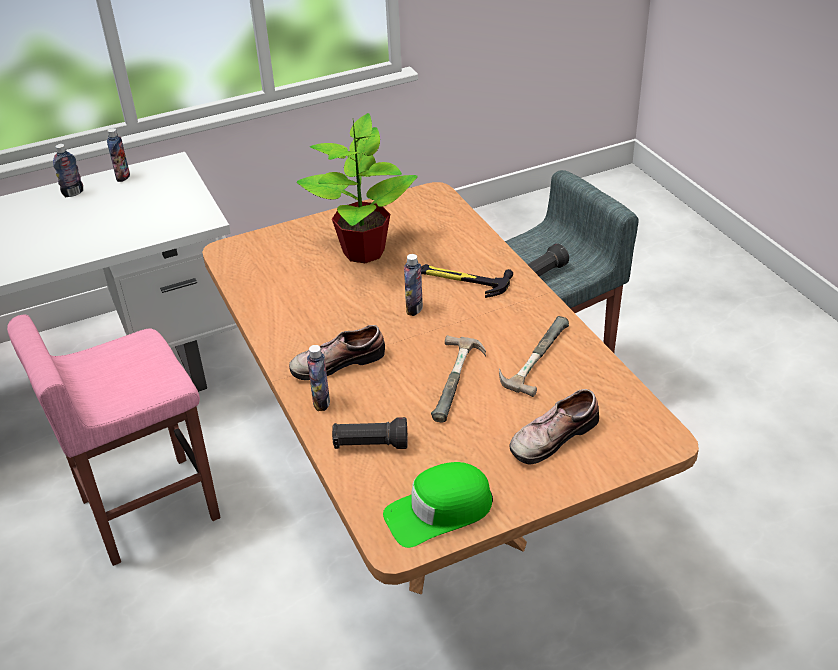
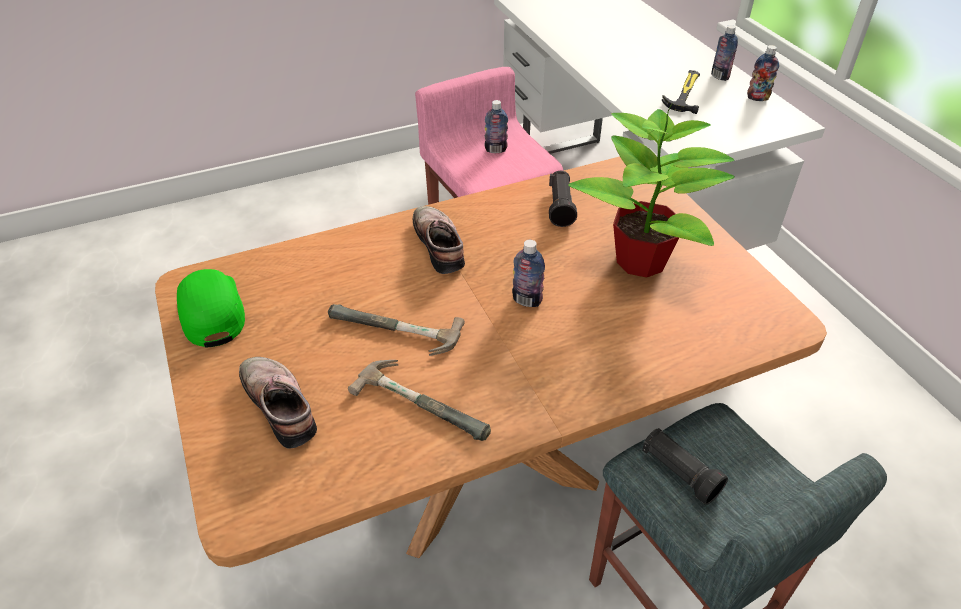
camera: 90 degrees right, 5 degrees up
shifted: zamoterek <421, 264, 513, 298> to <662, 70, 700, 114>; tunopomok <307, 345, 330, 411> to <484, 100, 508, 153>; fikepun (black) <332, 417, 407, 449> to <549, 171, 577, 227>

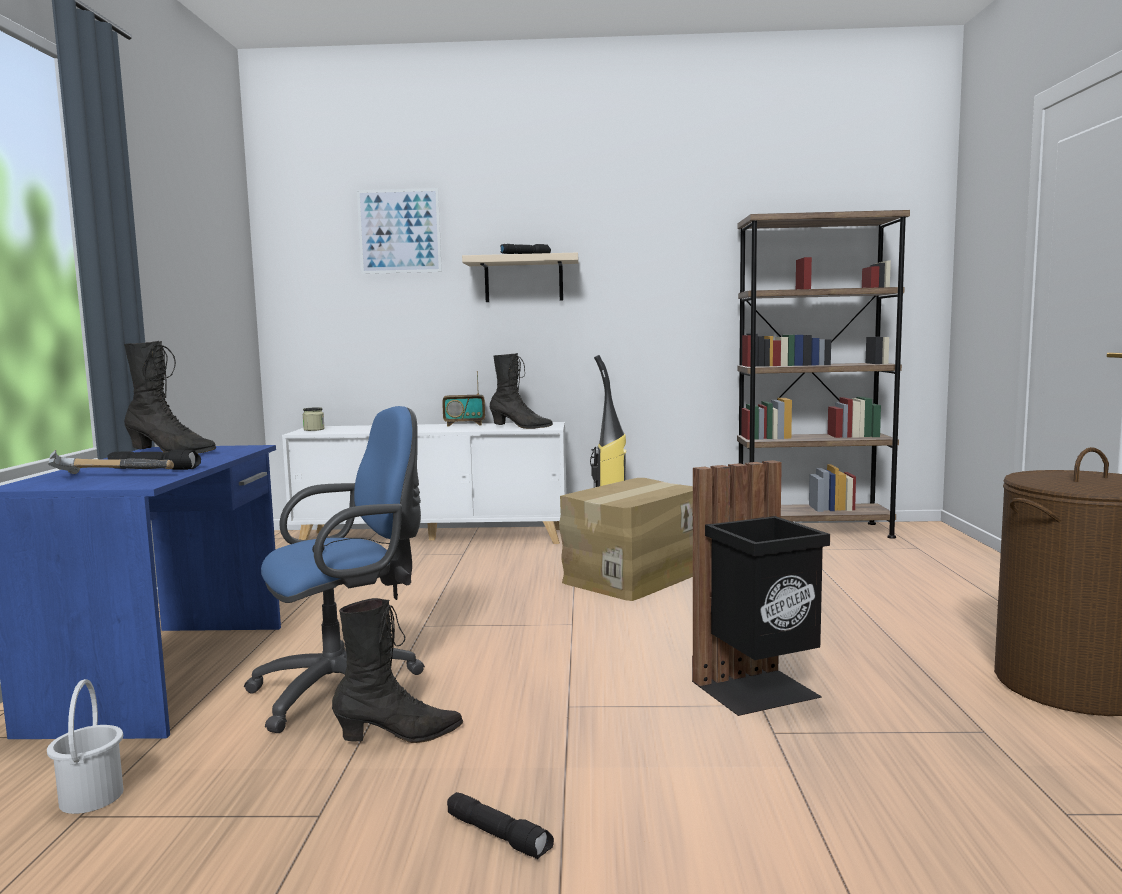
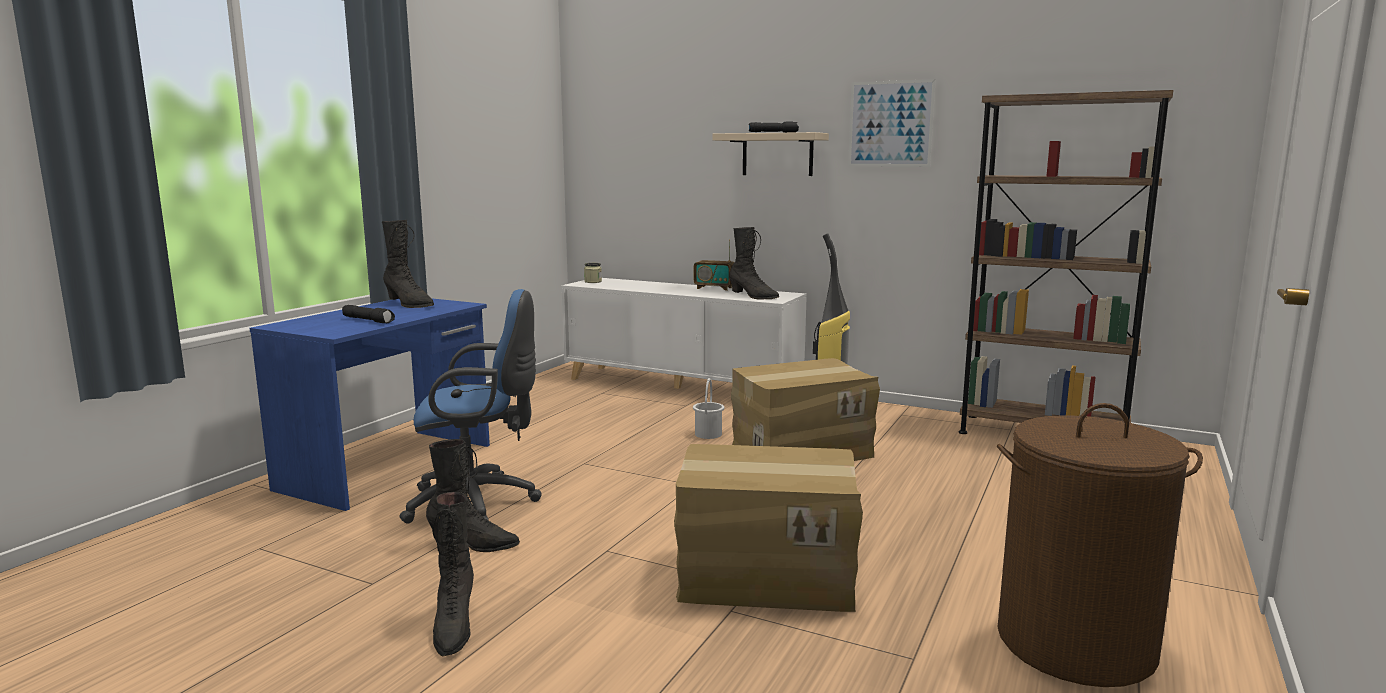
camera: 25 degrees right, 5 degrees up
gone: zamoterek <48, 450, 174, 474>
shifted: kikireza <357, 188, 442, 274> to <848, 79, 936, 167>; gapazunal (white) <47, 679, 124, 814> to <693, 378, 724, 439>
swapped: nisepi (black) <692, 460, 830, 716> to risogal <674, 444, 863, 612>; fikepun (black) <447, 792, 554, 859> to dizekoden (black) <433, 492, 474, 656>

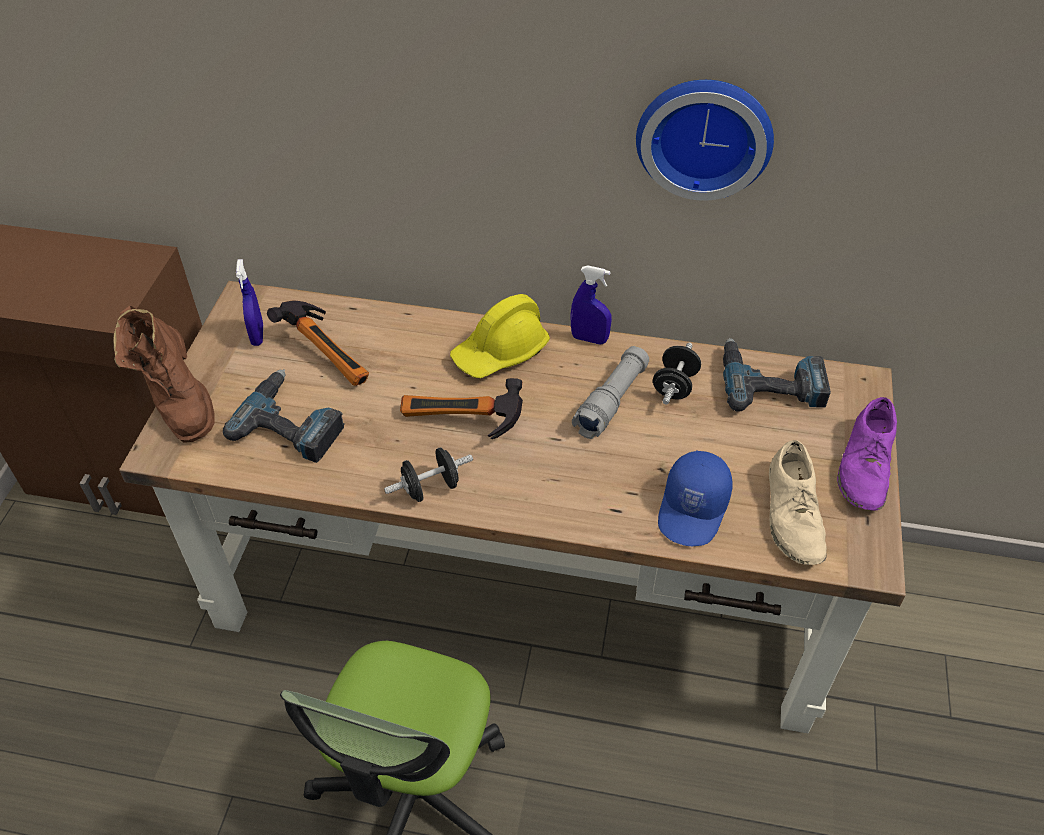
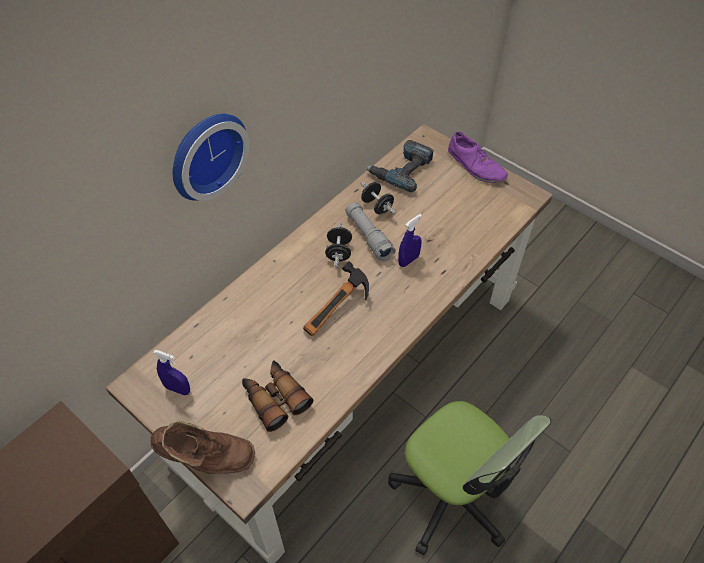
camera: 60 degrees left, 5 degrees up
gone: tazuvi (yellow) <450, 294, 550, 378>; zamoterek <267, 300, 369, 386>; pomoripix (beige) <769, 440, 827, 565>; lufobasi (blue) <658, 451, 733, 546>
shifted: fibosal <636, 80, 774, 201> to <173, 114, 249, 201>; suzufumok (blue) <571, 265, 612, 344> to <398, 214, 422, 267>; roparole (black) <384, 448, 473, 502> to <325, 222, 352, 267>
swapped: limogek <223, 369, 345, 463> to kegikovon <242, 360, 313, 432>

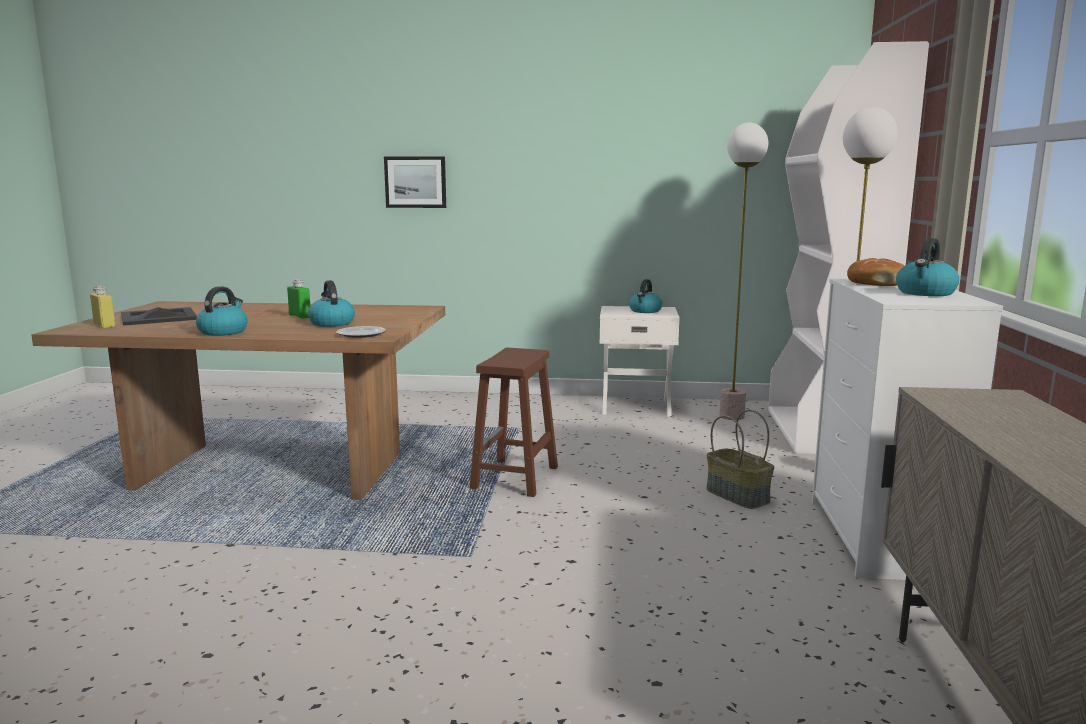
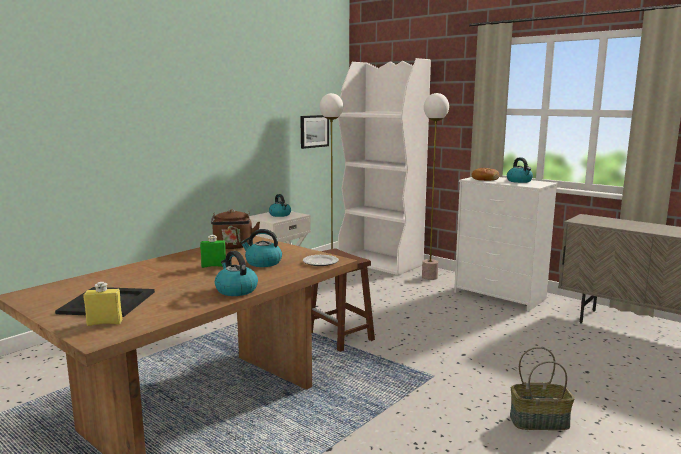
camera: 55 degrees left, 0 degrees up
new: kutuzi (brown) <211, 209, 260, 249>
shifted: kikireza <384, 156, 446, 208> to <300, 115, 329, 149>; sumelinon <707, 410, 774, 509> to <510, 347, 575, 430>

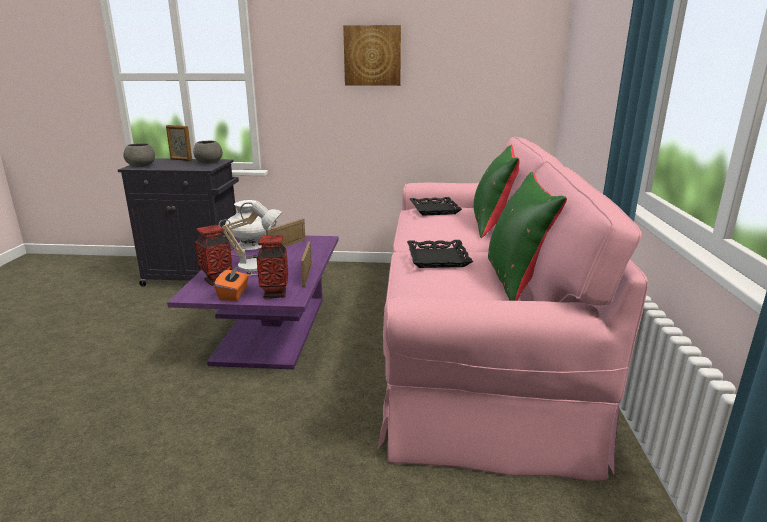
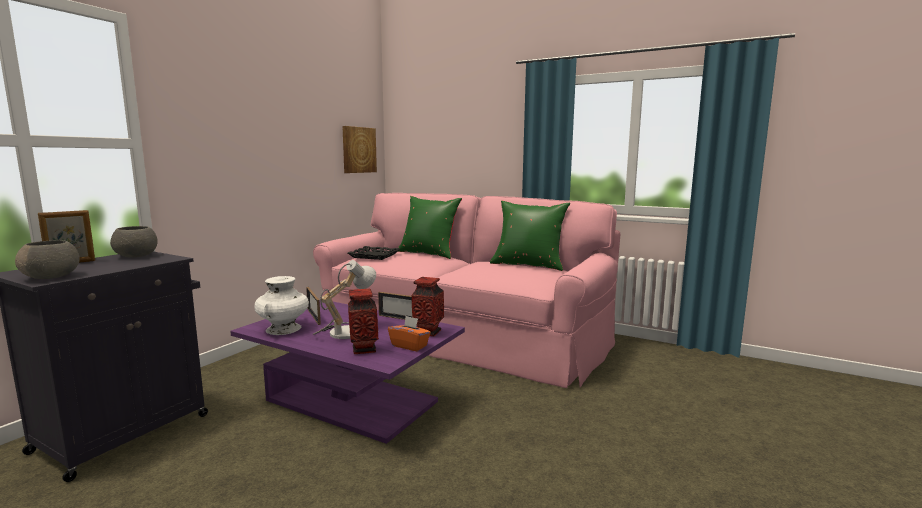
camera: 65 degrees left, 10 degrees down
gone: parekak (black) <407, 240, 473, 268>
shifted: kikireza <343, 25, 401, 86> to <342, 126, 377, 173>

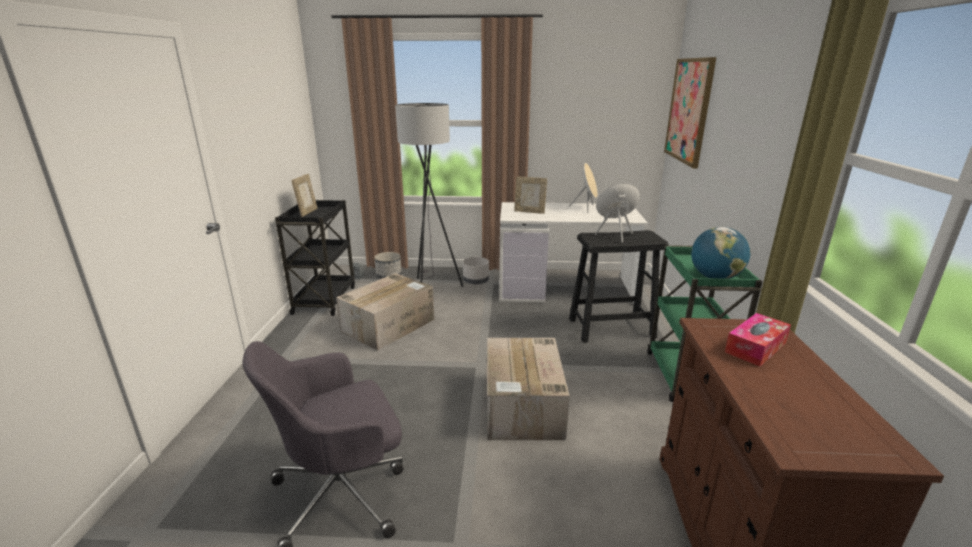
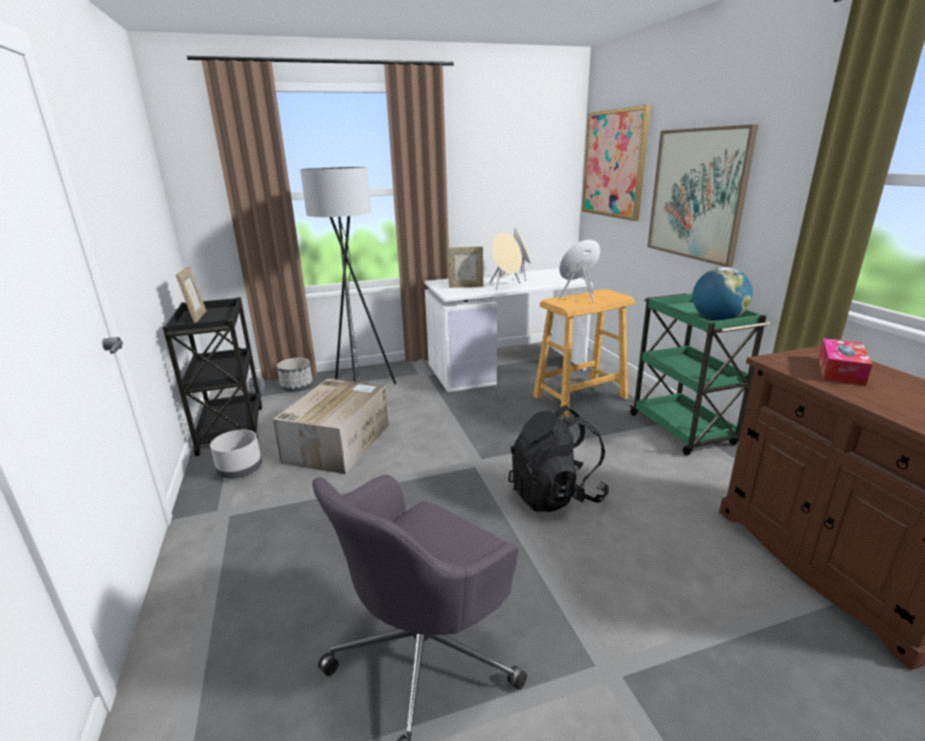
camera: 20 degrees left, 0 degrees up
new: kikireza <647, 124, 758, 267>; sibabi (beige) <489, 232, 522, 290>
shifted: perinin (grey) <463, 257, 489, 284> to <210, 429, 262, 479>
swapped: risogal <487, 338, 570, 440> to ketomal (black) <508, 406, 609, 512>
repainted: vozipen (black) <569, 230, 669, 343> to vozipen (beige) <533, 289, 635, 417>

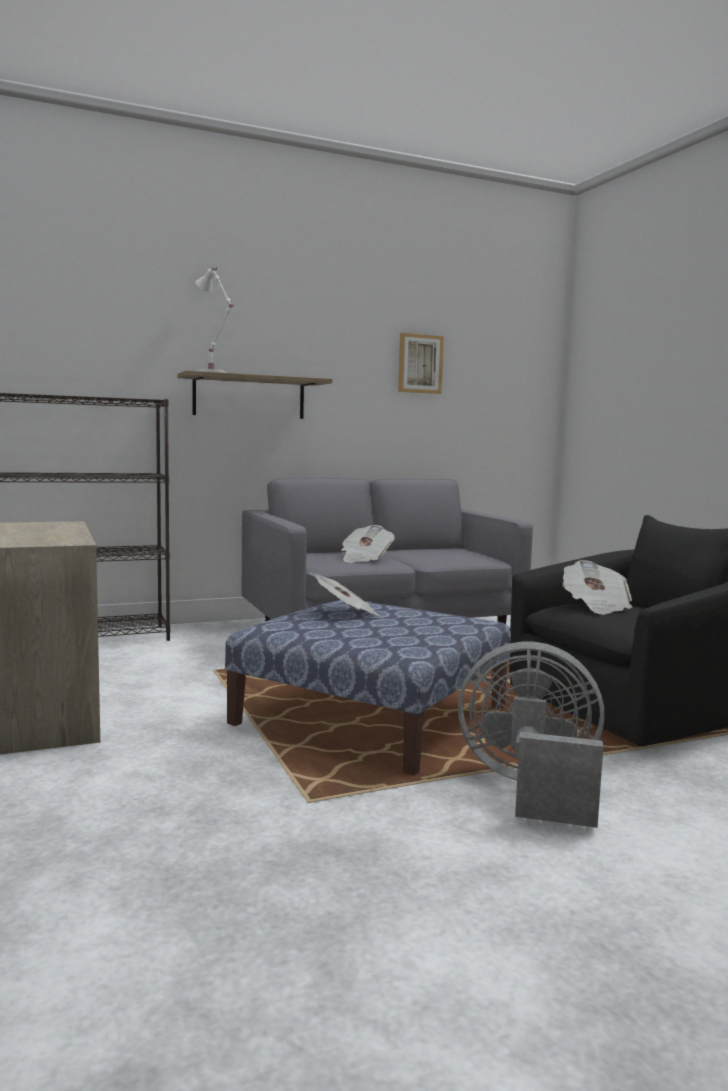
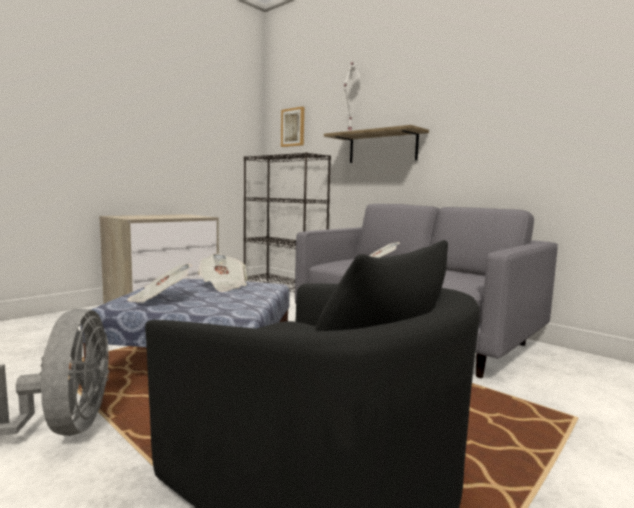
camera: 65 degrees right, 0 degrees up
shifted: kikireza <398, 333, 444, 394> to <281, 106, 304, 147>; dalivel <563, 560, 632, 615> to <127, 264, 192, 303>

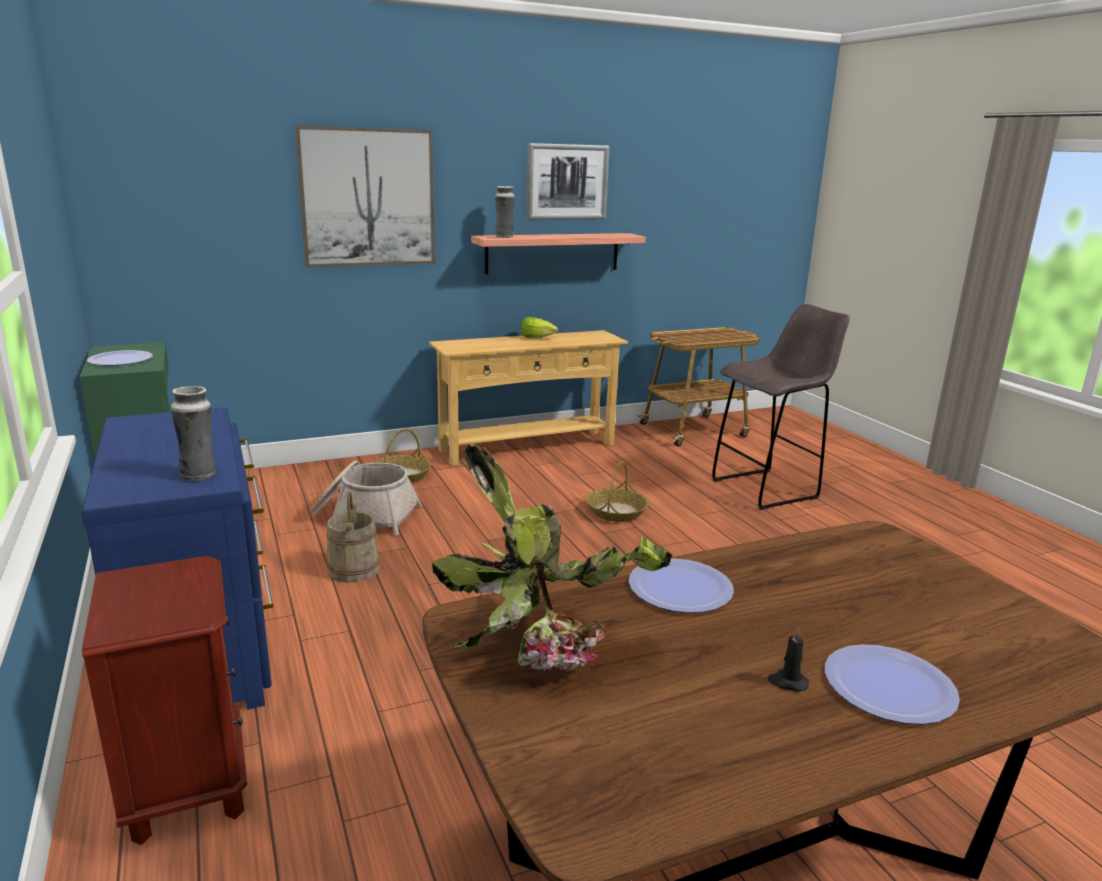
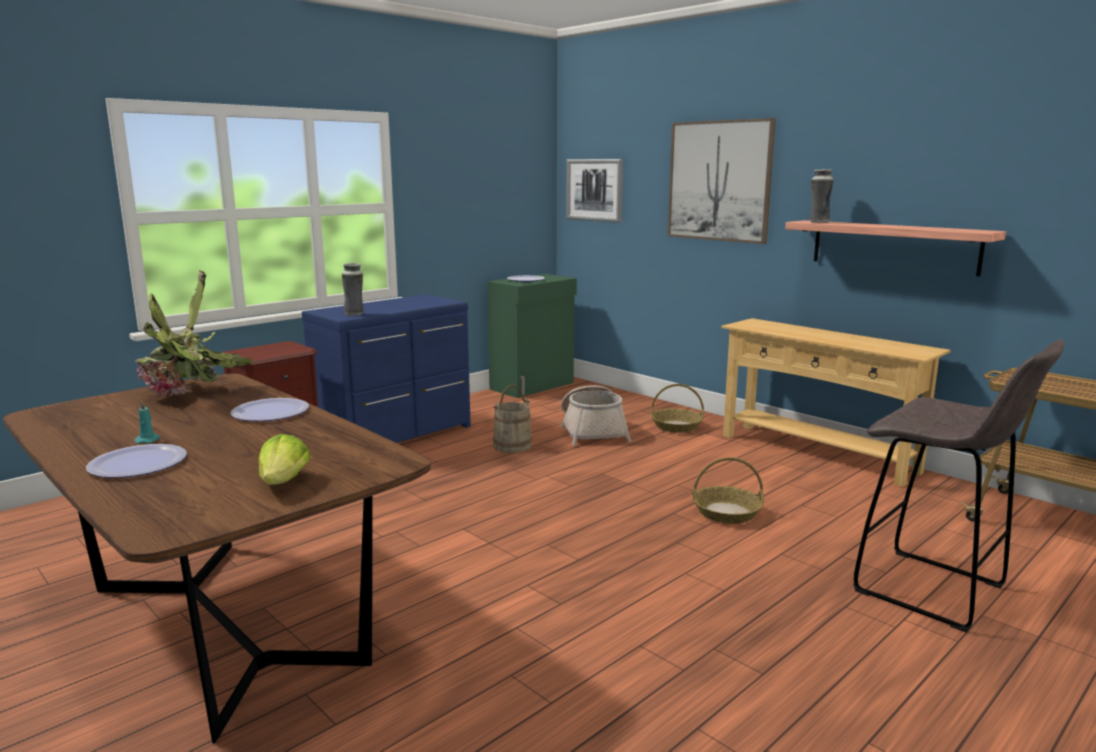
camera: 70 degrees right, 5 degrees down
shifted: kikireza <526, 143, 610, 220> to <566, 159, 623, 223>; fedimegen <520, 317, 558, 338> to <259, 434, 311, 485>
repainted: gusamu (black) <768, 628, 809, 692> to gusamu (turquoise) <134, 401, 160, 444>

